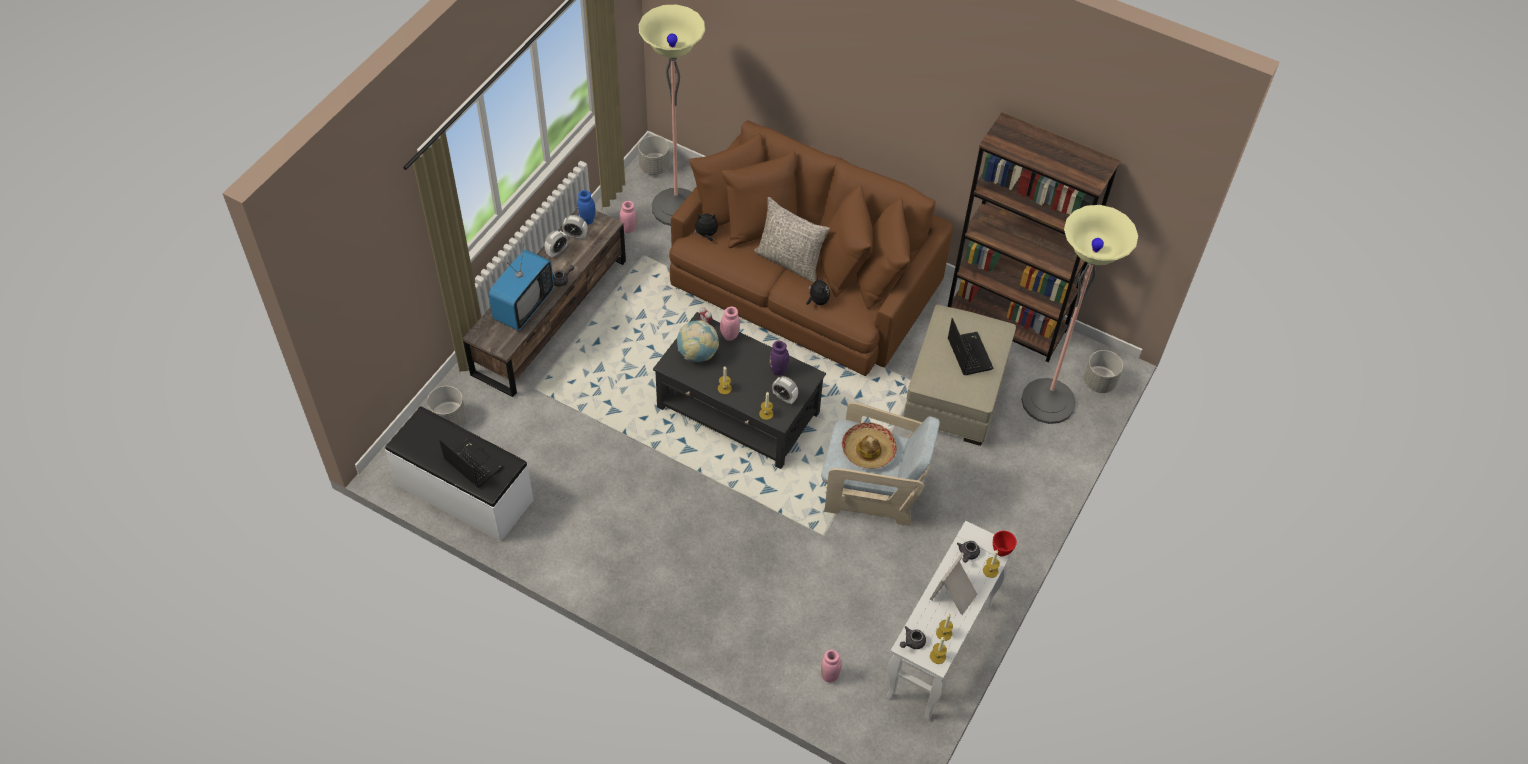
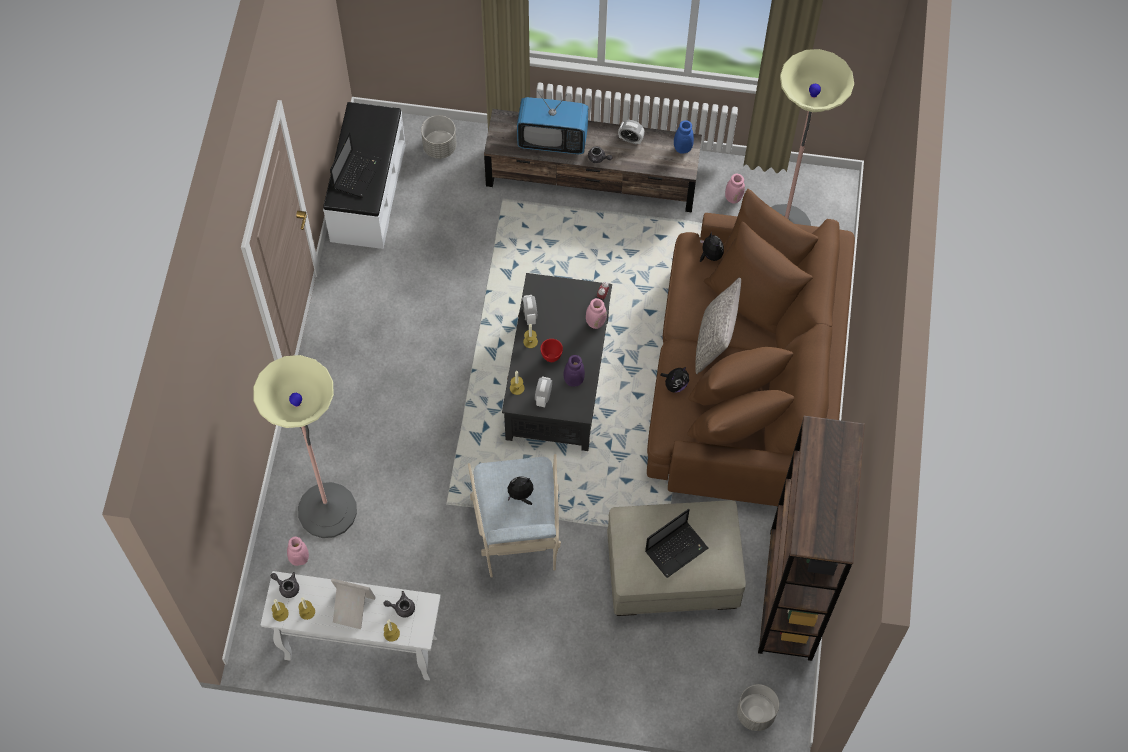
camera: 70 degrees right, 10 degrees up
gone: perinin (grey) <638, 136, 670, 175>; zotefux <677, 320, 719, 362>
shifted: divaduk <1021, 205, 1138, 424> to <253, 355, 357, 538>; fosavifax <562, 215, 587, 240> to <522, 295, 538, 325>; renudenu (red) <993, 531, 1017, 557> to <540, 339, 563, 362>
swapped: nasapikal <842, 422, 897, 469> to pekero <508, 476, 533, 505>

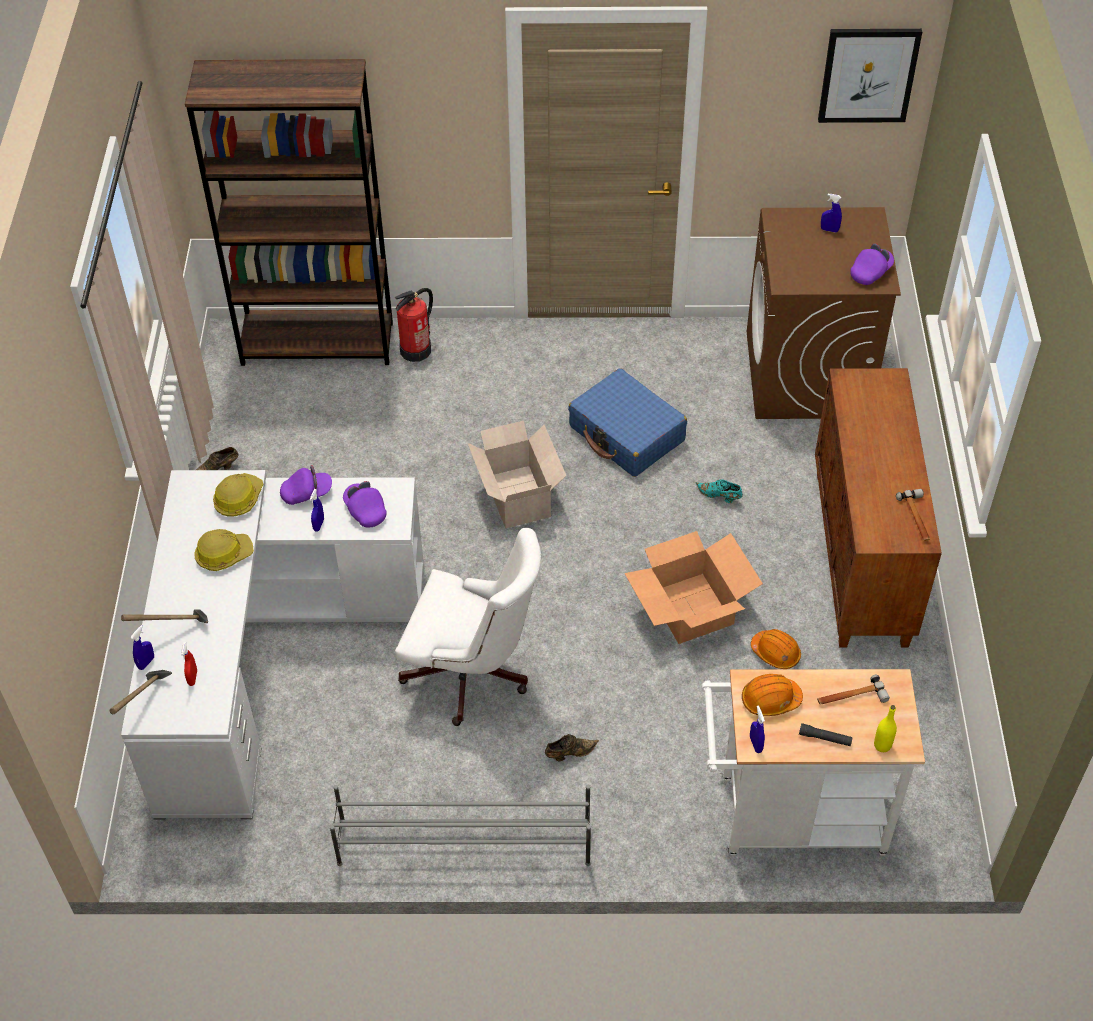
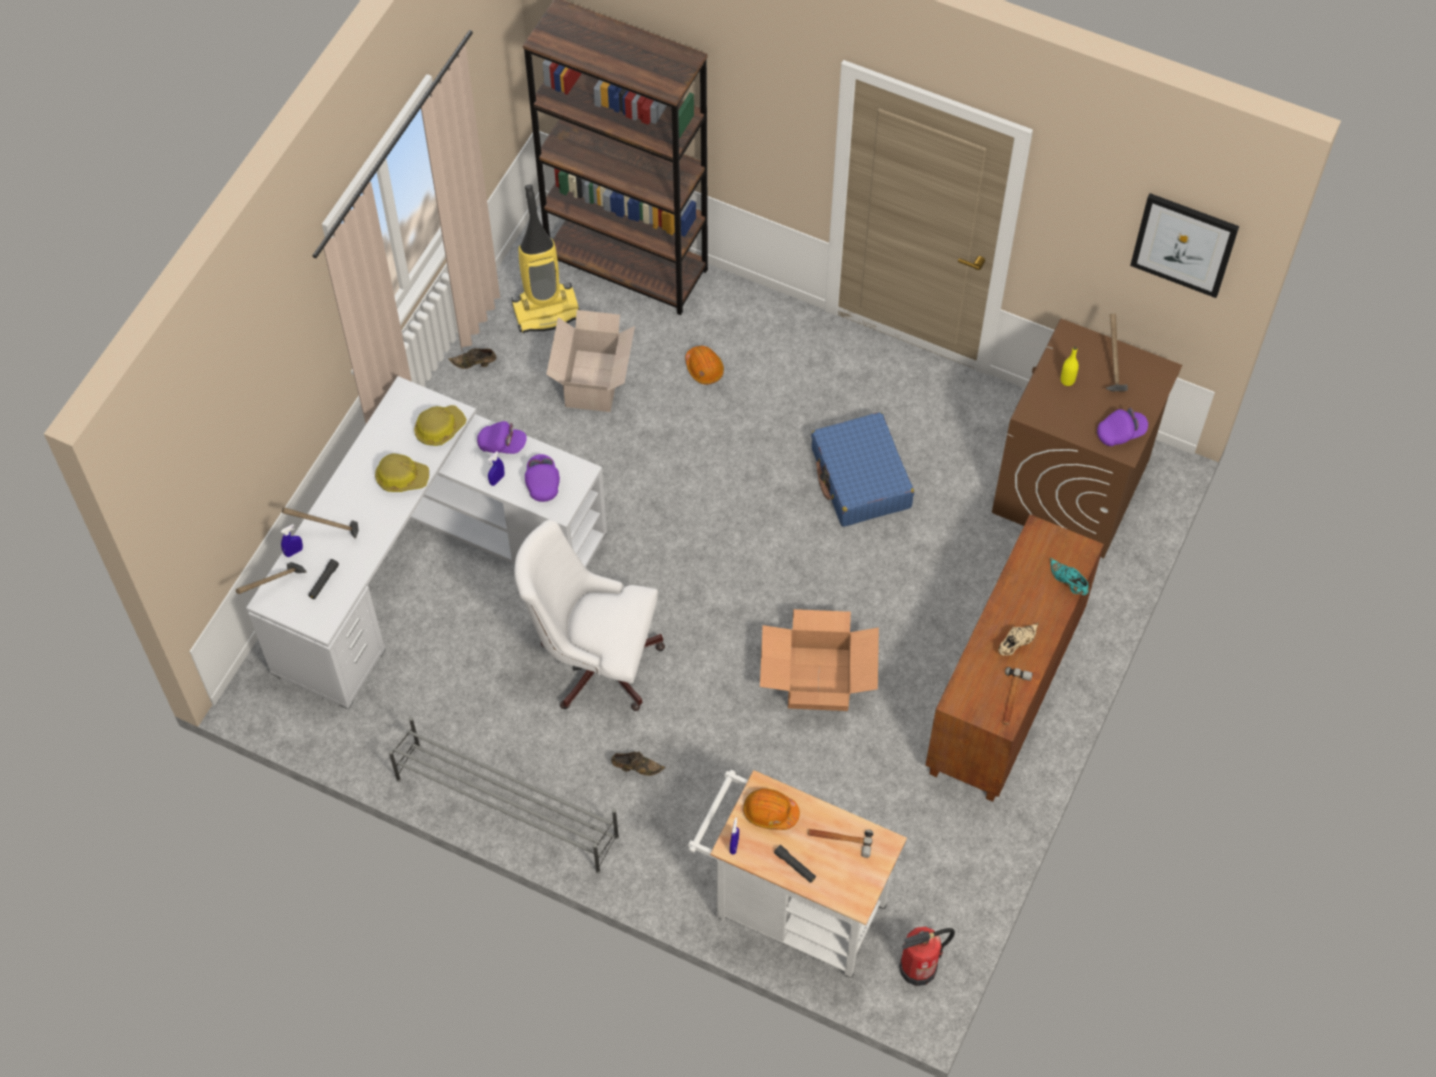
camera: 25 degrees right, 10 degrees up
new: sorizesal <512, 185, 580, 333>; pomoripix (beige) <999, 623, 1039, 656>
shifted: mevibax <395, 288, 433, 362> to <899, 927, 955, 986>; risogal <468, 421, 566, 528> to <546, 310, 635, 412>; pomoripix (turquoise) <695, 479, 743, 503> to <1050, 558, 1089, 595>; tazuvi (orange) <751, 629, 801, 669> to <685, 346, 724, 384>; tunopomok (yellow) <874, 705, 897, 752> to <1061, 346, 1079, 386>
swapped: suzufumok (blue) <821, 194, 842, 233> to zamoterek <1106, 314, 1128, 391>; suzufumok (red) <181, 642, 197, 686> to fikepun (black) <308, 559, 339, 599>
rotated: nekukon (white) <395, 528, 541, 726> = <514, 520, 665, 711> 150 degrees clockwise

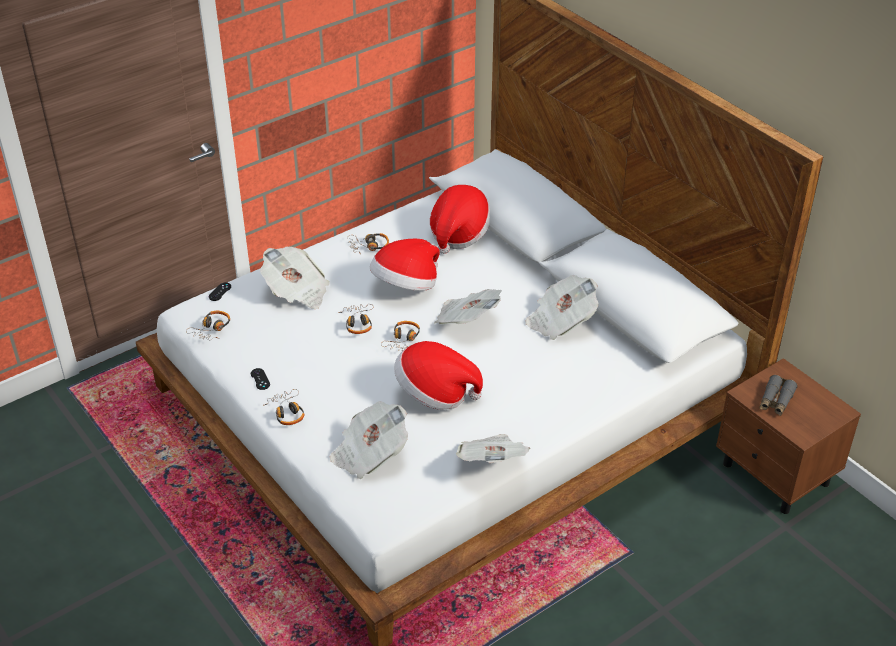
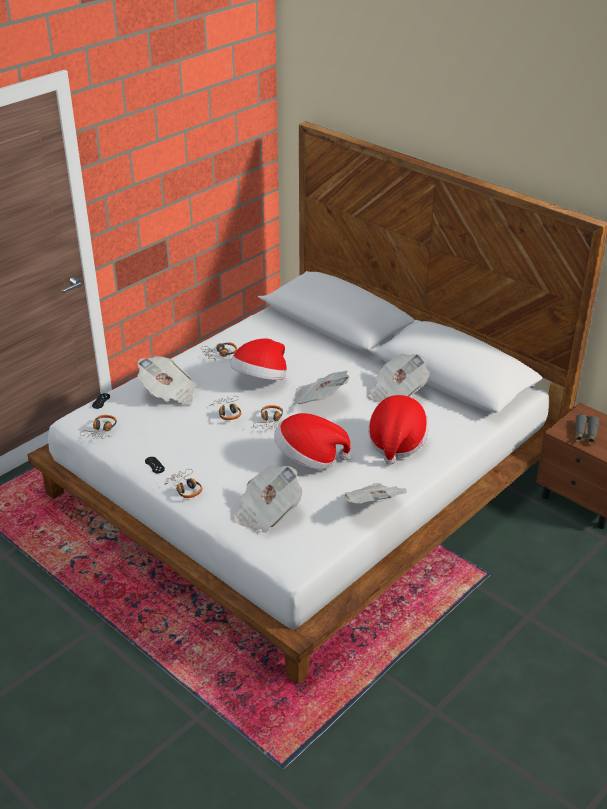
camera: 10 degrees left, 5 degrees down
shifted: nasapikal <430, 185, 490, 254> to <368, 395, 429, 465>

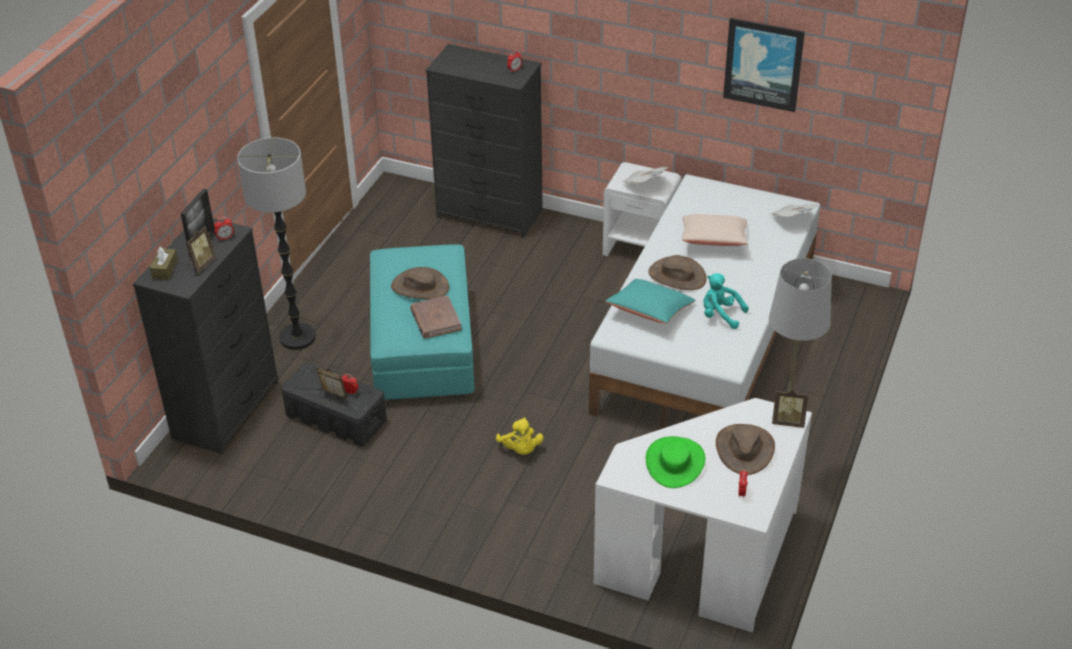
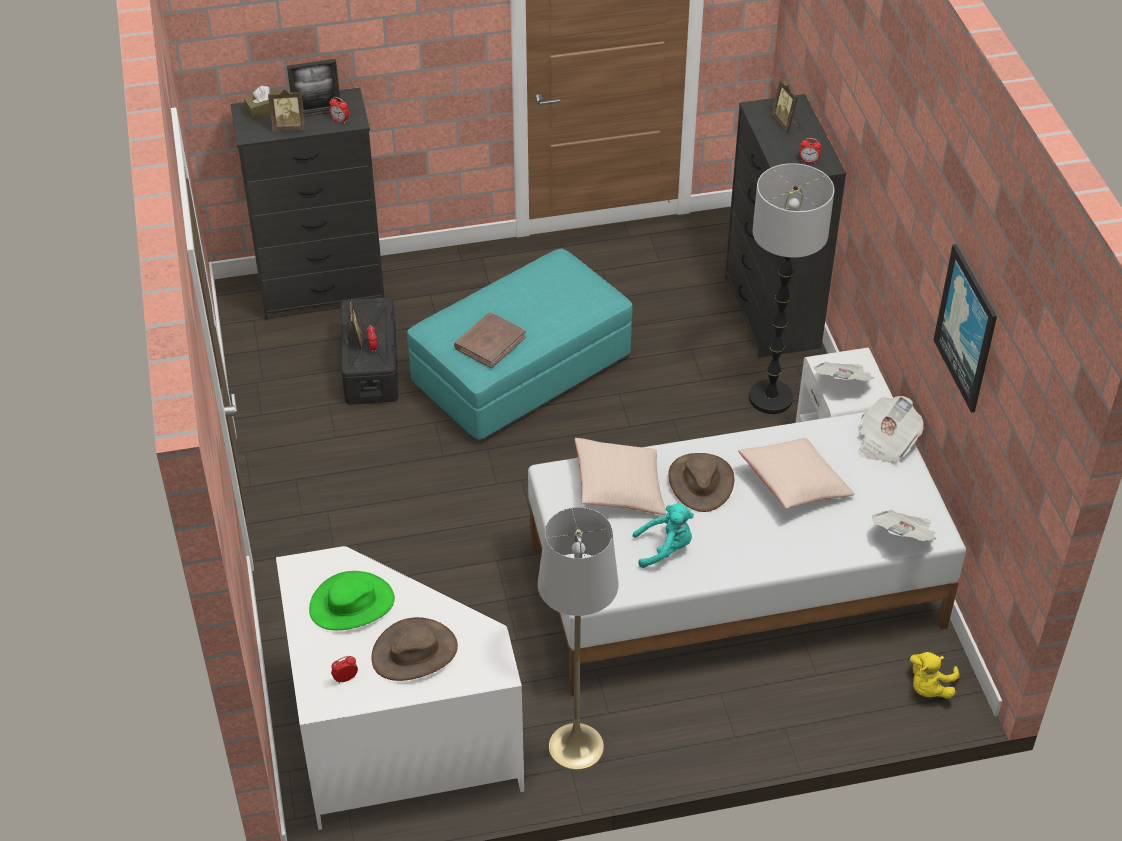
camera: 55 degrees right, 5 degrees up
gone: nasapikal (brown) <391, 267, 449, 299>
new: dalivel <858, 396, 923, 463>
shifted: divaduk <237, 137, 316, 350> to <749, 163, 834, 414>; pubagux <772, 390, 809, 428> to <772, 79, 799, 132>; pekero (yellow) <496, 417, 544, 455> to <910, 652, 959, 699>
repainted: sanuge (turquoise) <606, 279, 695, 324> to sanuge (beige) <575, 438, 666, 515>
rotated: pekero (turquoise) <703, 273, 749, 329> = <633, 503, 694, 568> 90 degrees clockwise

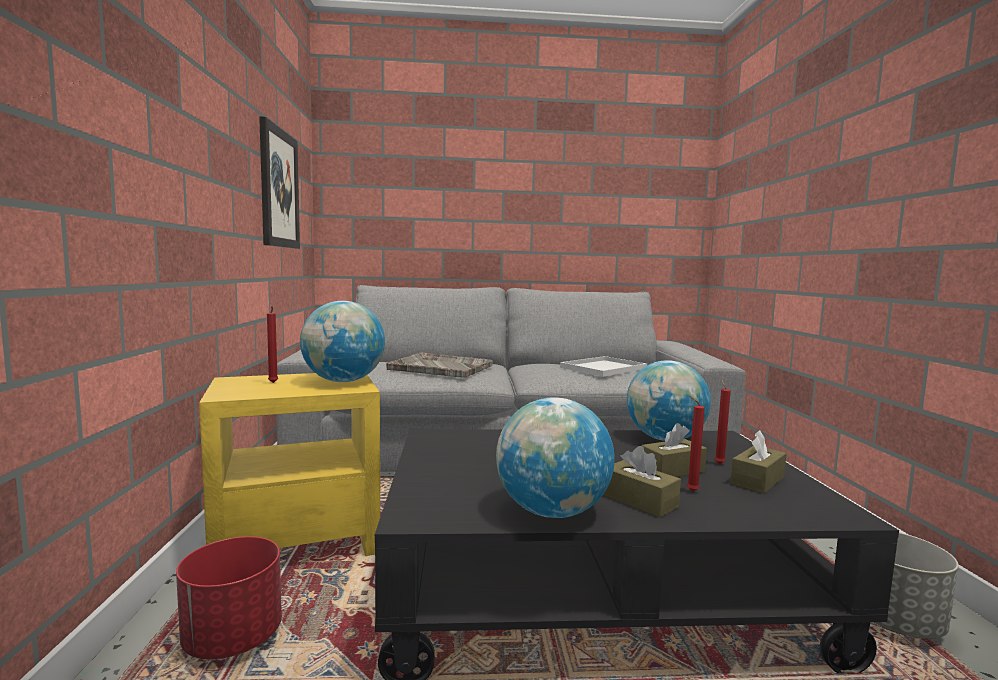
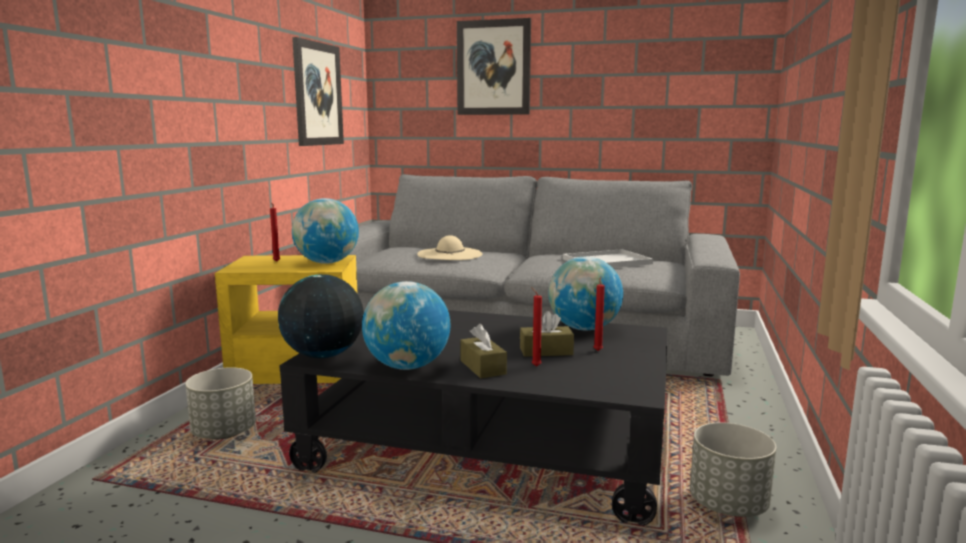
camera: 20 degrees right, 5 degrees up
gone: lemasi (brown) <730, 430, 787, 493>
new: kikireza <457, 18, 531, 115>; zotefux <278, 274, 364, 358>
swapped: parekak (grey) <386, 352, 493, 378> to nasapikal (beige) <417, 235, 483, 260>
repainted: perinin (red) <176, 536, 282, 659> to perinin (grey) <185, 367, 256, 440>

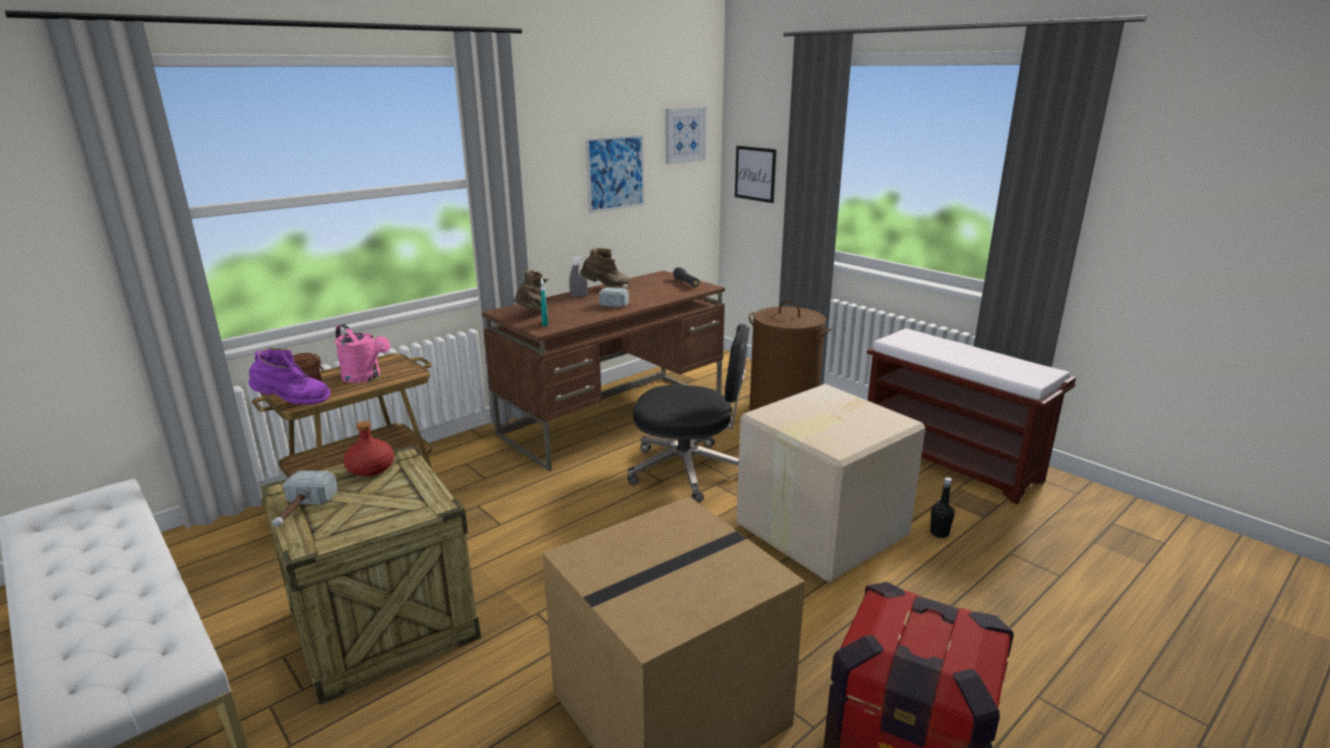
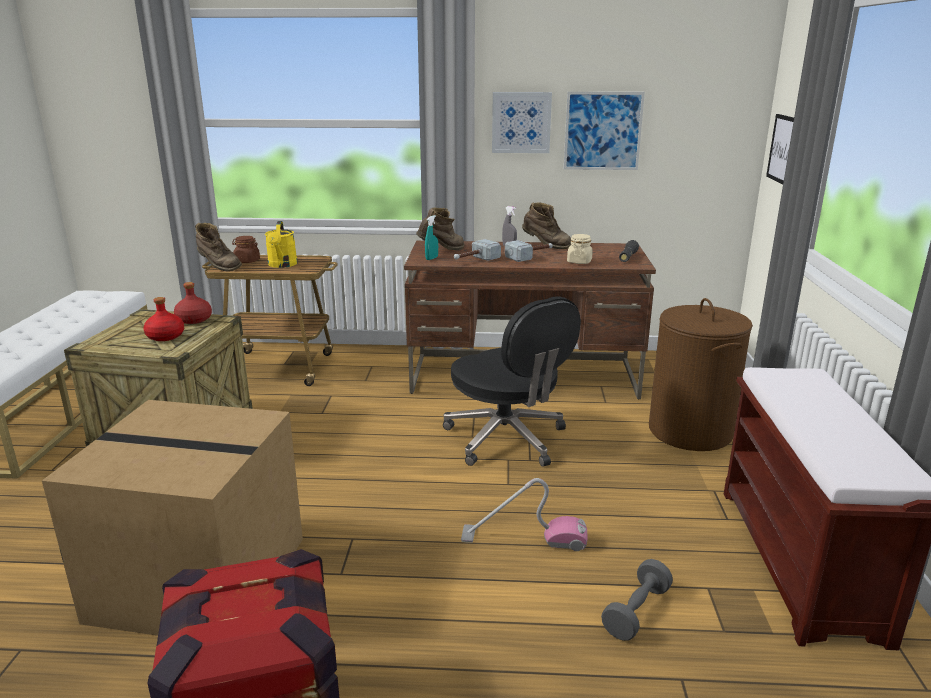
camera: 45 degrees right, 0 degrees up
new: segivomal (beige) <567, 234, 593, 264>; tunopomok (red) <144, 297, 184, 341>
shifted: kikireza <666, 107, 706, 164> to <492, 92, 552, 153>; zamoterek <272, 470, 338, 527> to <454, 239, 501, 261>
swapped: risogal <736, 384, 925, 582> to sorizesal <461, 478, 588, 551>; tunopomok (black) <930, 477, 955, 538> to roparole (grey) <601, 559, 673, 641>
repainted: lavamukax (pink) <335, 324, 390, 383> to lavamukax (yellow) <265, 221, 298, 268>; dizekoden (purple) <248, 348, 331, 404> to dizekoden (brown) <195, 223, 242, 271>

